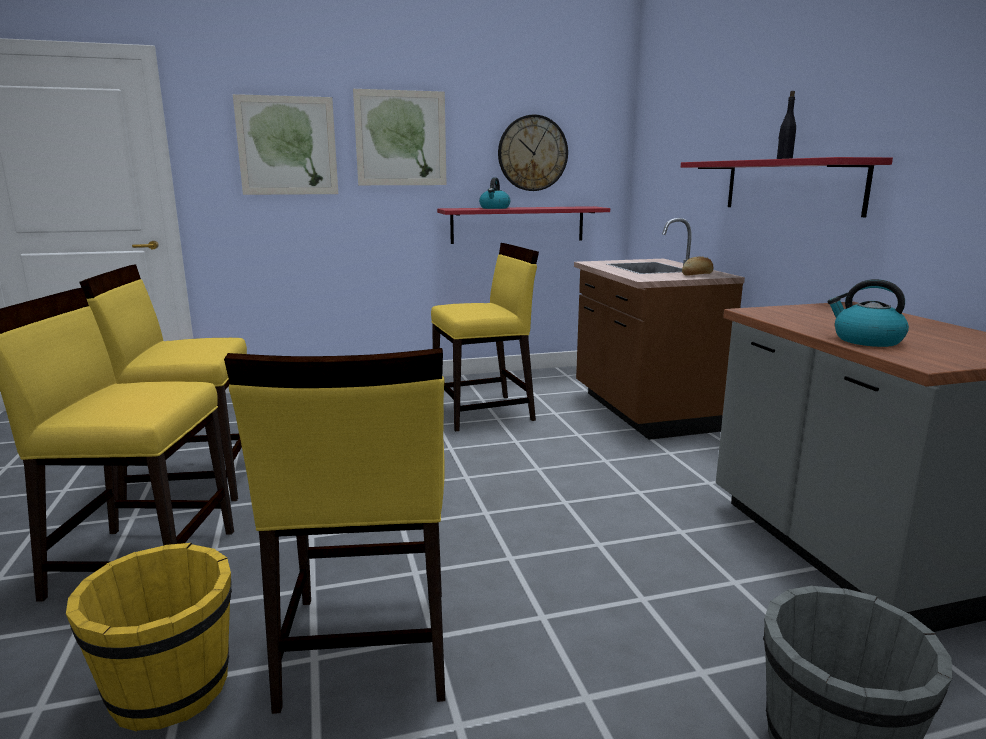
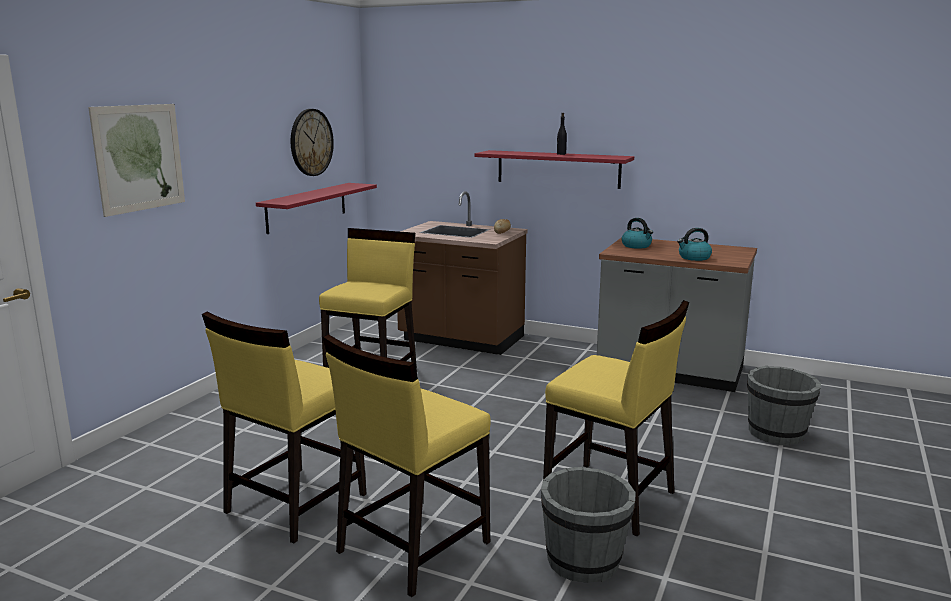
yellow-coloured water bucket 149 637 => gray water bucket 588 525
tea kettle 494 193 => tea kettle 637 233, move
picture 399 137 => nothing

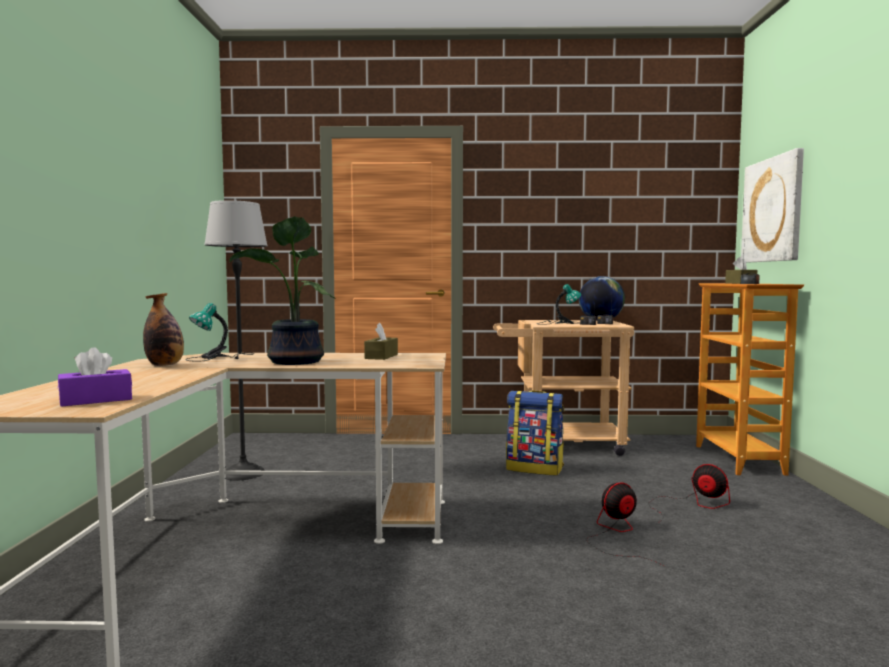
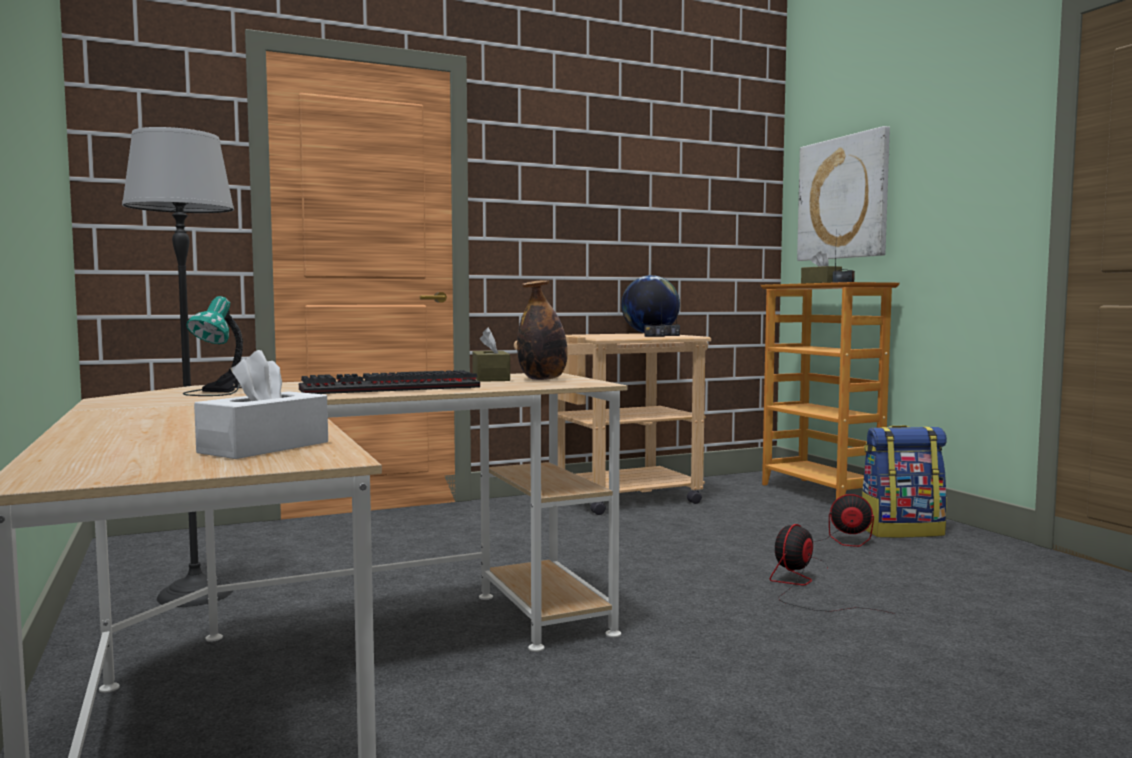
purple tissue holder 95 377 => whitish tissue holder 261 404
potted plant 282 290 => PC keyboard 389 382
bottle 163 329 => bottle 542 330, move
backpack 535 433 => backpack 904 481, move
tabletop lamp 559 304 => nothing

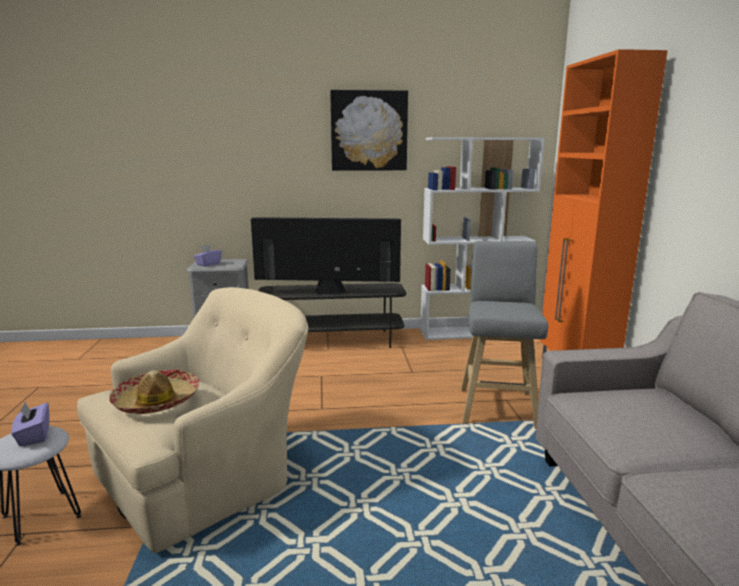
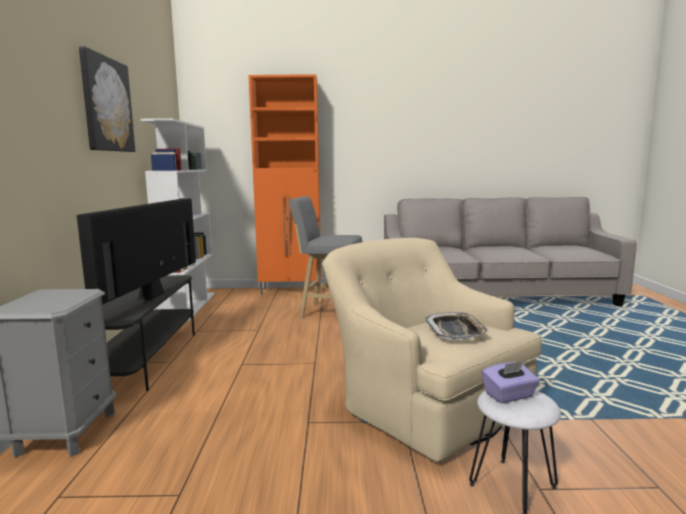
wearable hat 154 392 => serving tray 457 326
purple tissue holder 208 255 => nothing

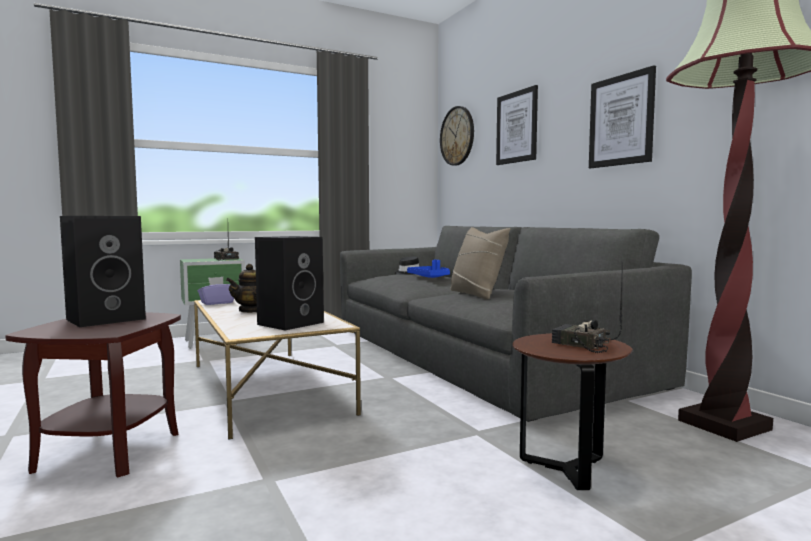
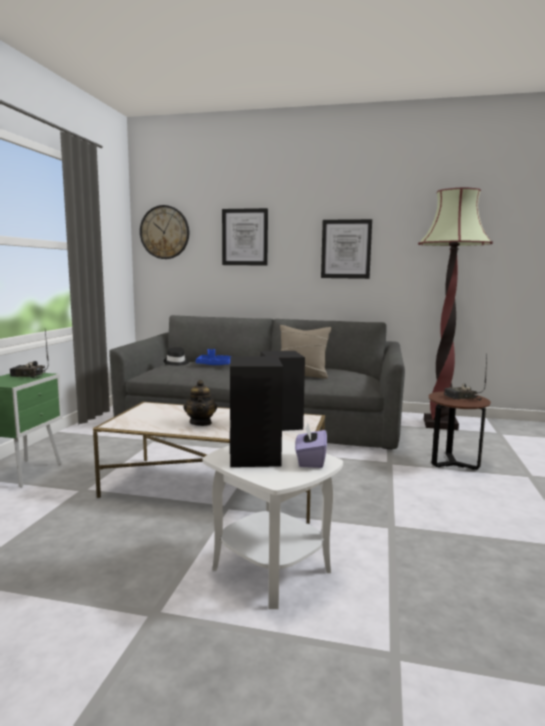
brownish side table 93 395 => whitish side table 272 524
purple tissue holder 216 291 => purple tissue holder 311 445, move

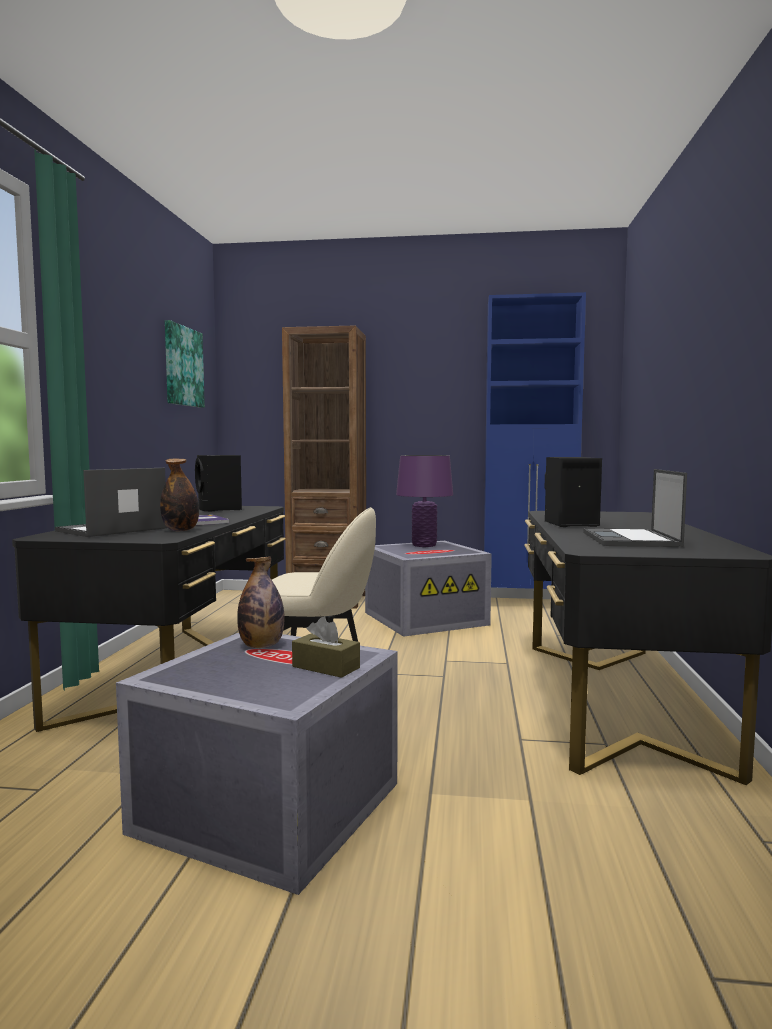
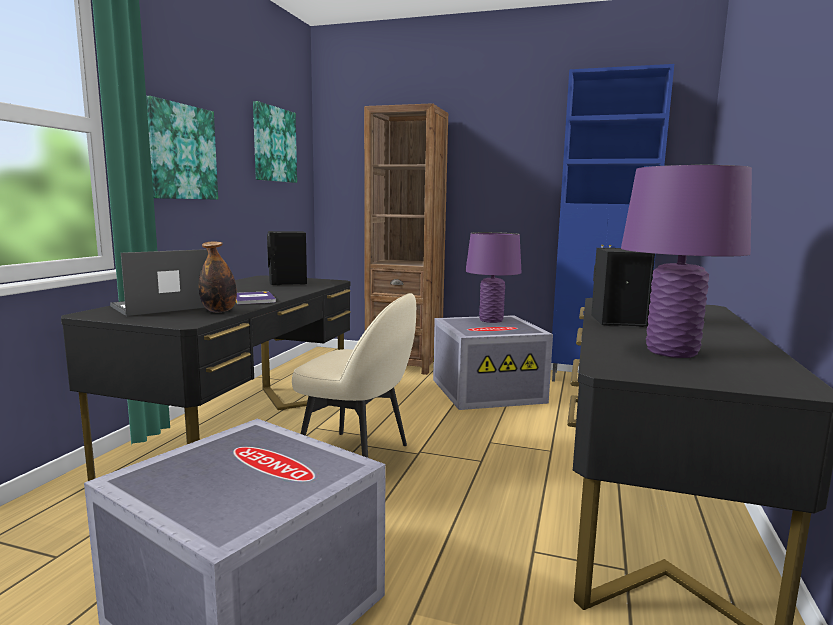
nothing => picture 182 148
portable computer 635 508 => purple tabletop lamp 686 261
bottle 261 602 => nothing
brownish tissue holder 326 647 => nothing

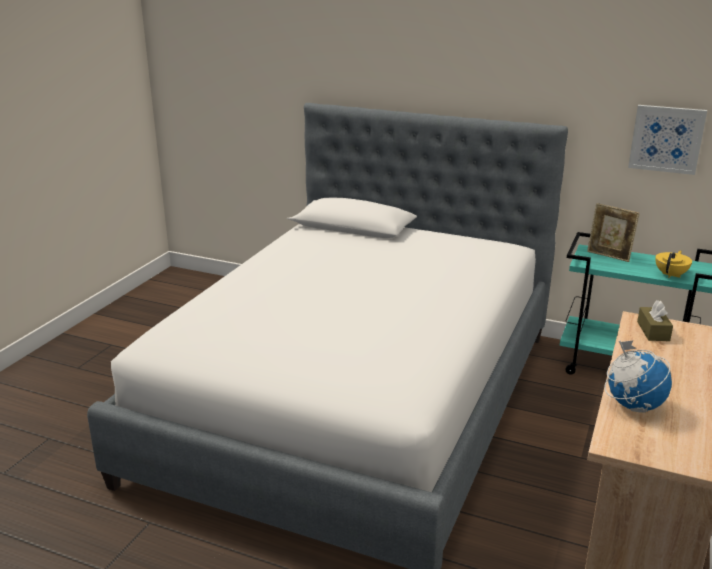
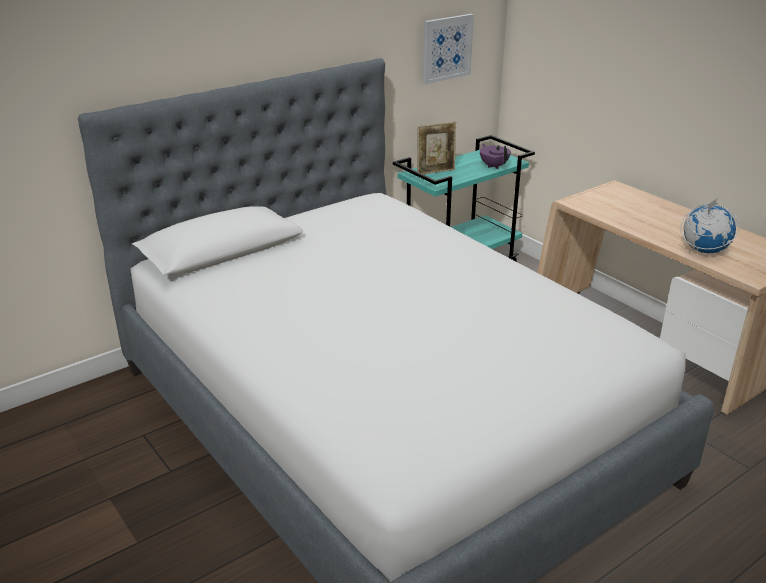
yellow-coloured tea pot 673 264 => purple tea pot 495 156
brownish tissue holder 655 320 => nothing

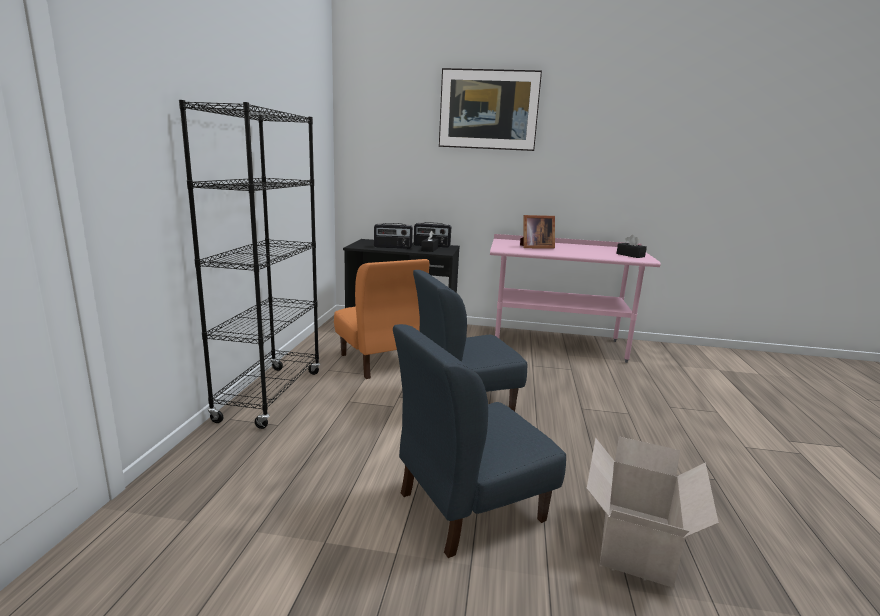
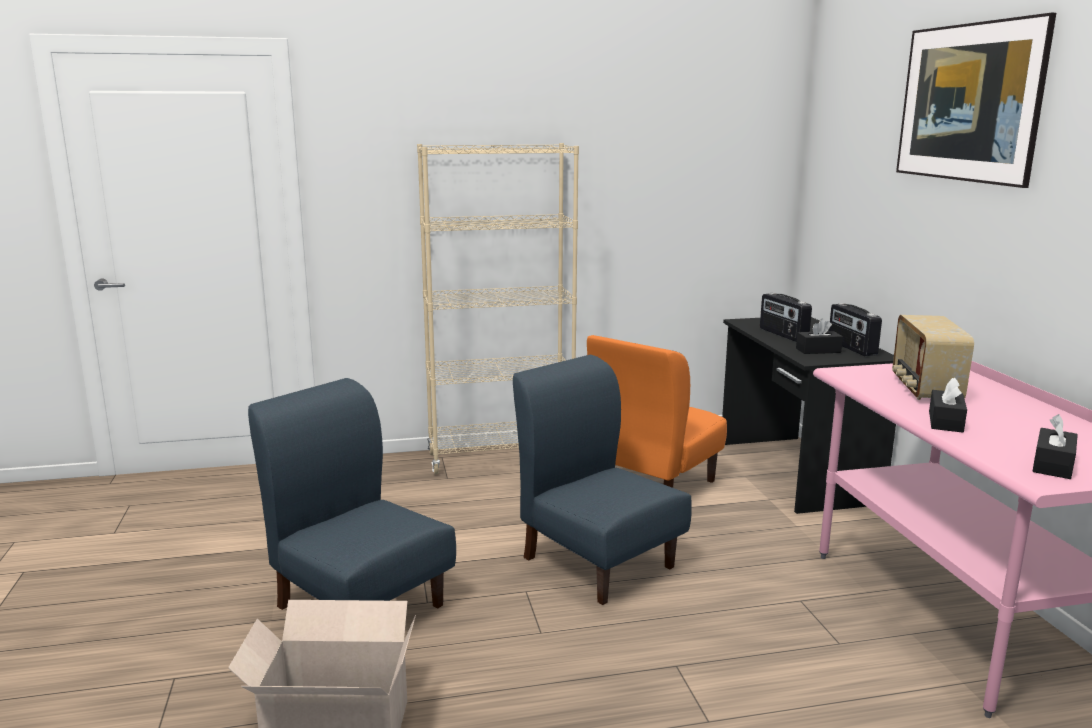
black-coloured bookcase 250 264 => sand-coloured bookcase 498 308
picture frame 537 232 => radio receiver 933 357
nothing => black-coloured tissue holder 948 405

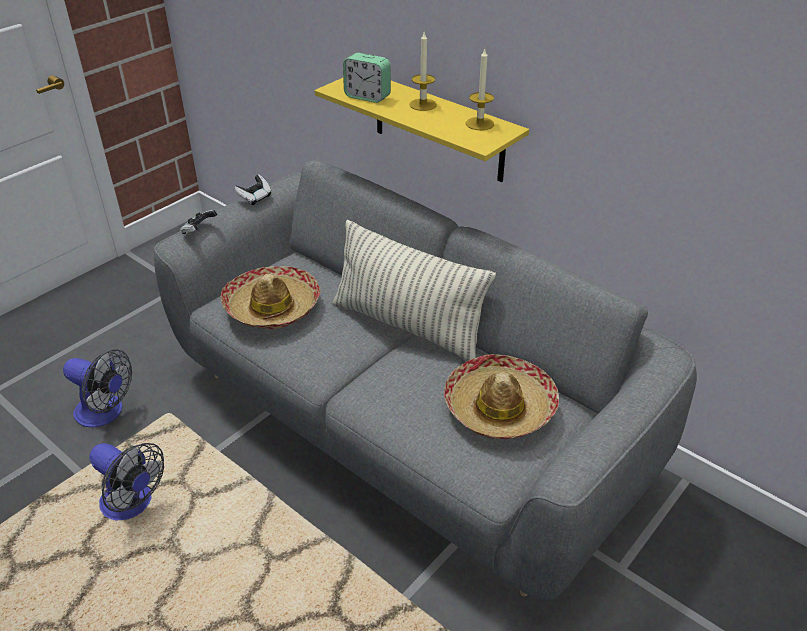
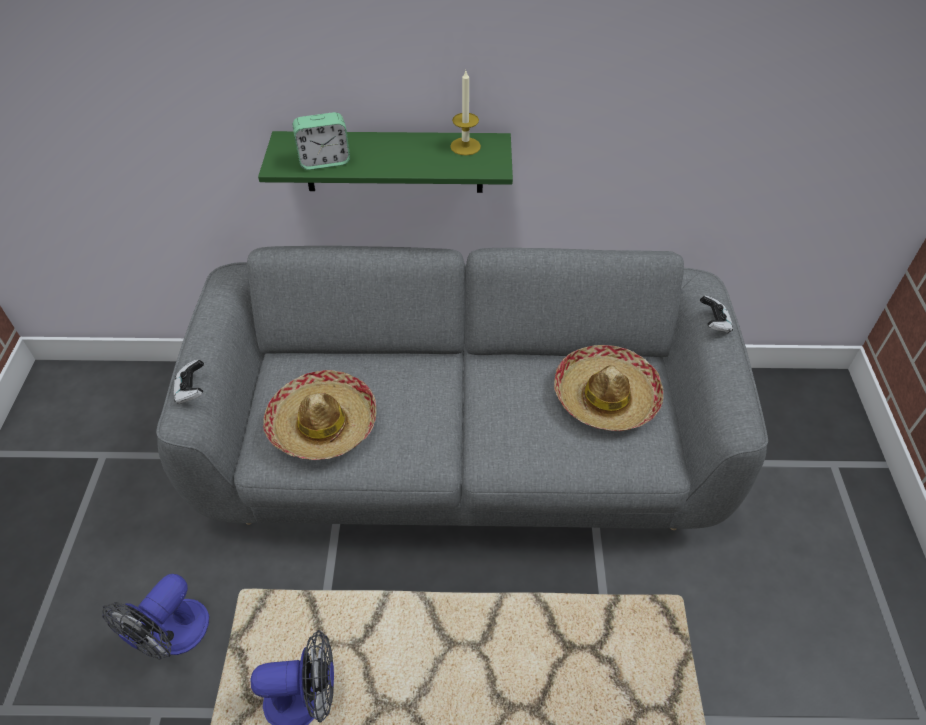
fan 97 388 => fan 155 616, 135 degrees clockwise
yellow-coloured shelf 422 130 => greenish shelf 385 162
game controller 252 189 => game controller 716 314, move
pillow 414 290 => nothing
wax light 423 71 => nothing

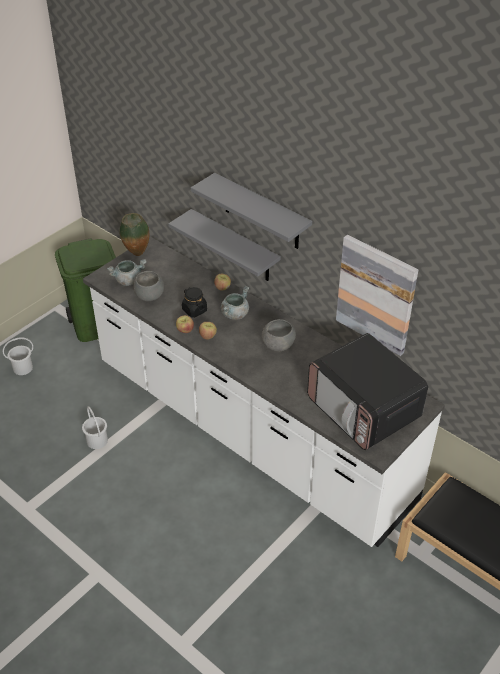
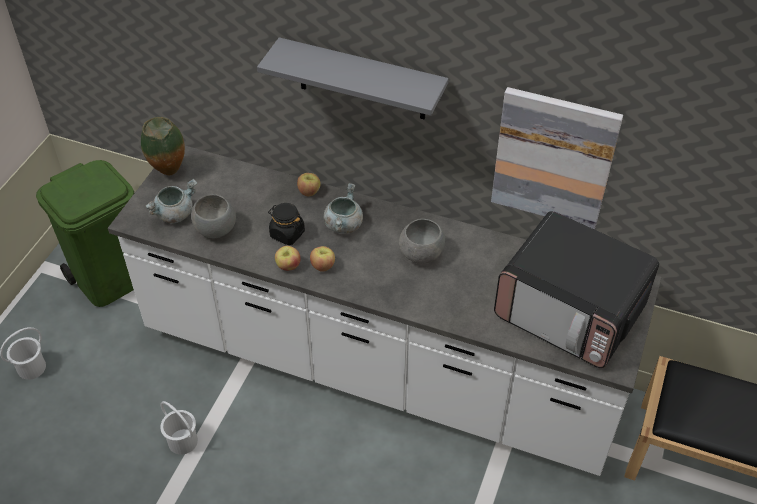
gray shelf 224 245 => nothing

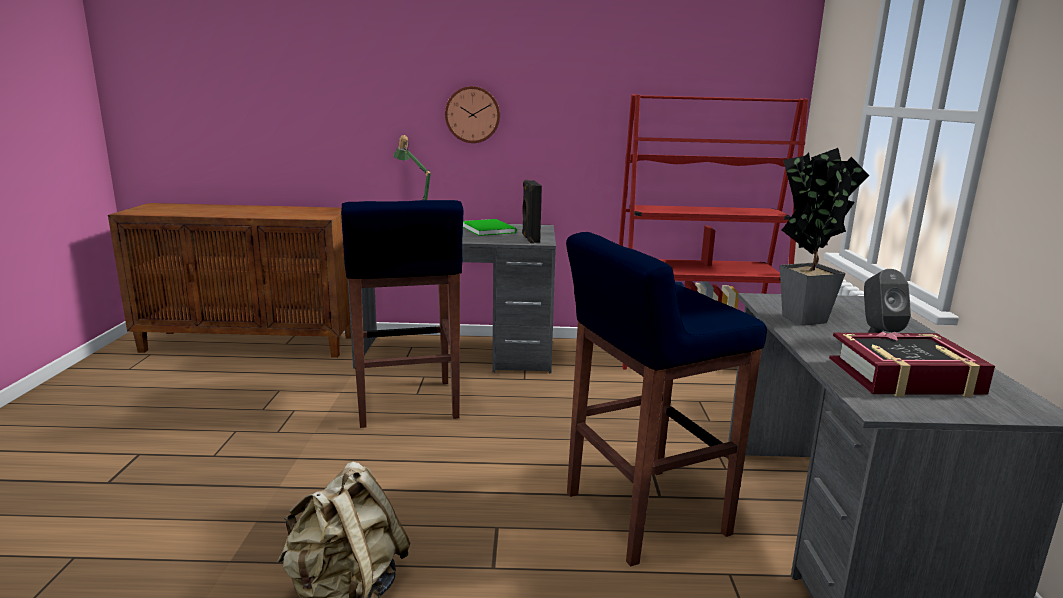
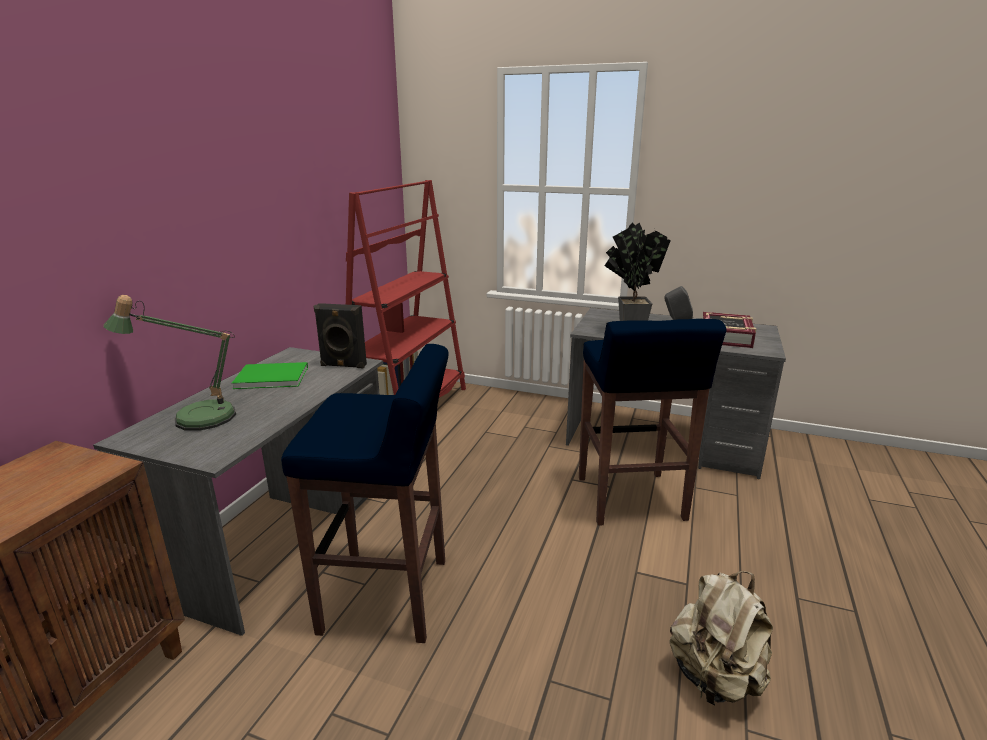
hanging clock 472 114 => nothing

